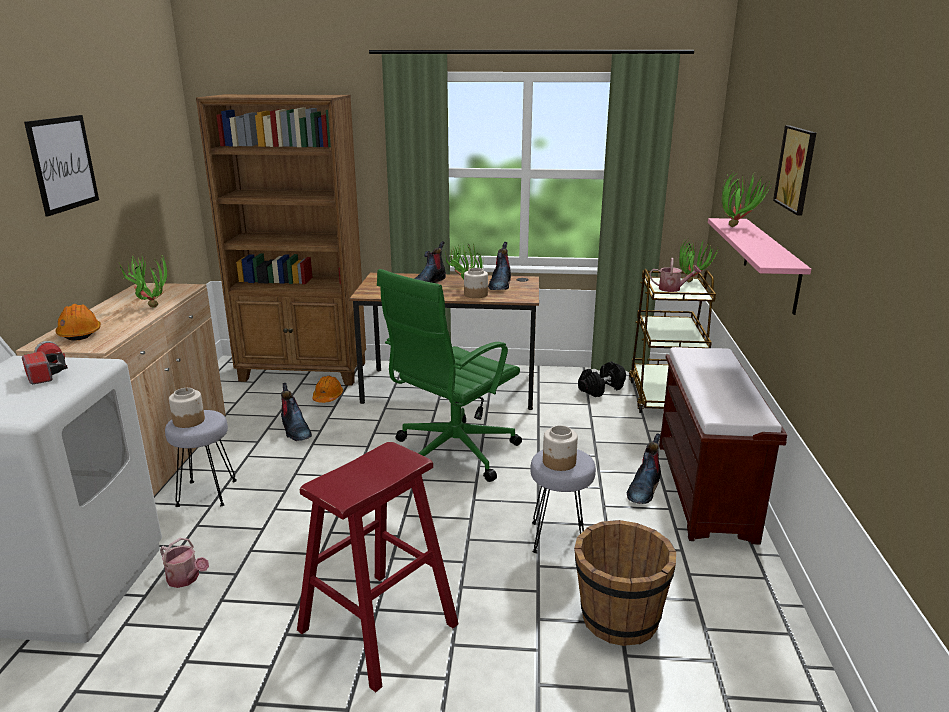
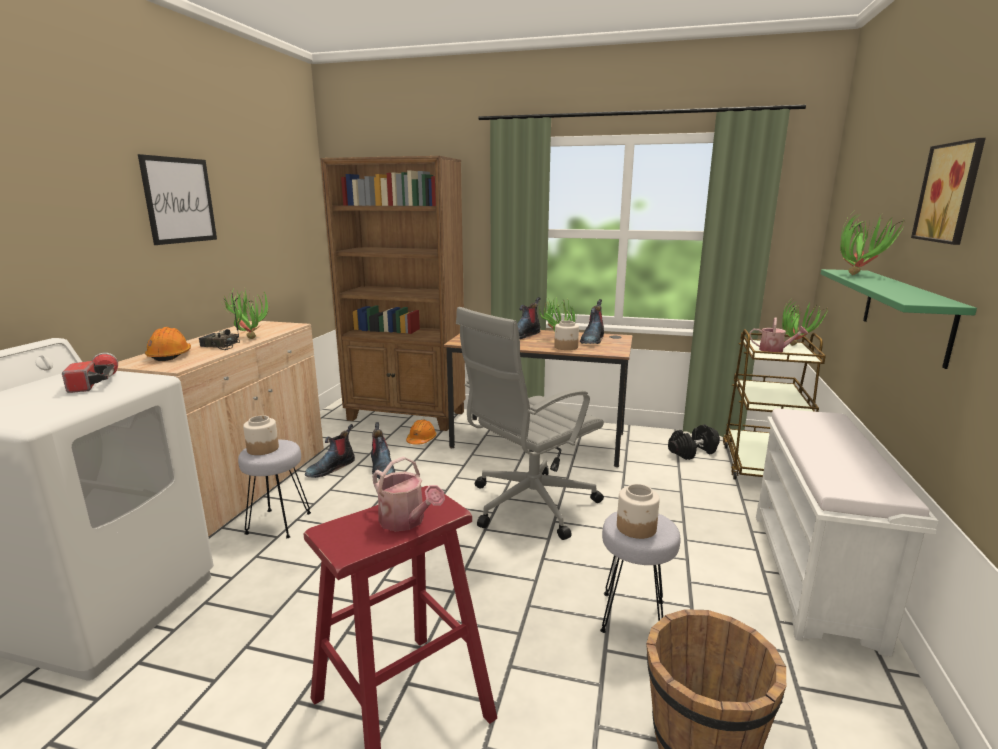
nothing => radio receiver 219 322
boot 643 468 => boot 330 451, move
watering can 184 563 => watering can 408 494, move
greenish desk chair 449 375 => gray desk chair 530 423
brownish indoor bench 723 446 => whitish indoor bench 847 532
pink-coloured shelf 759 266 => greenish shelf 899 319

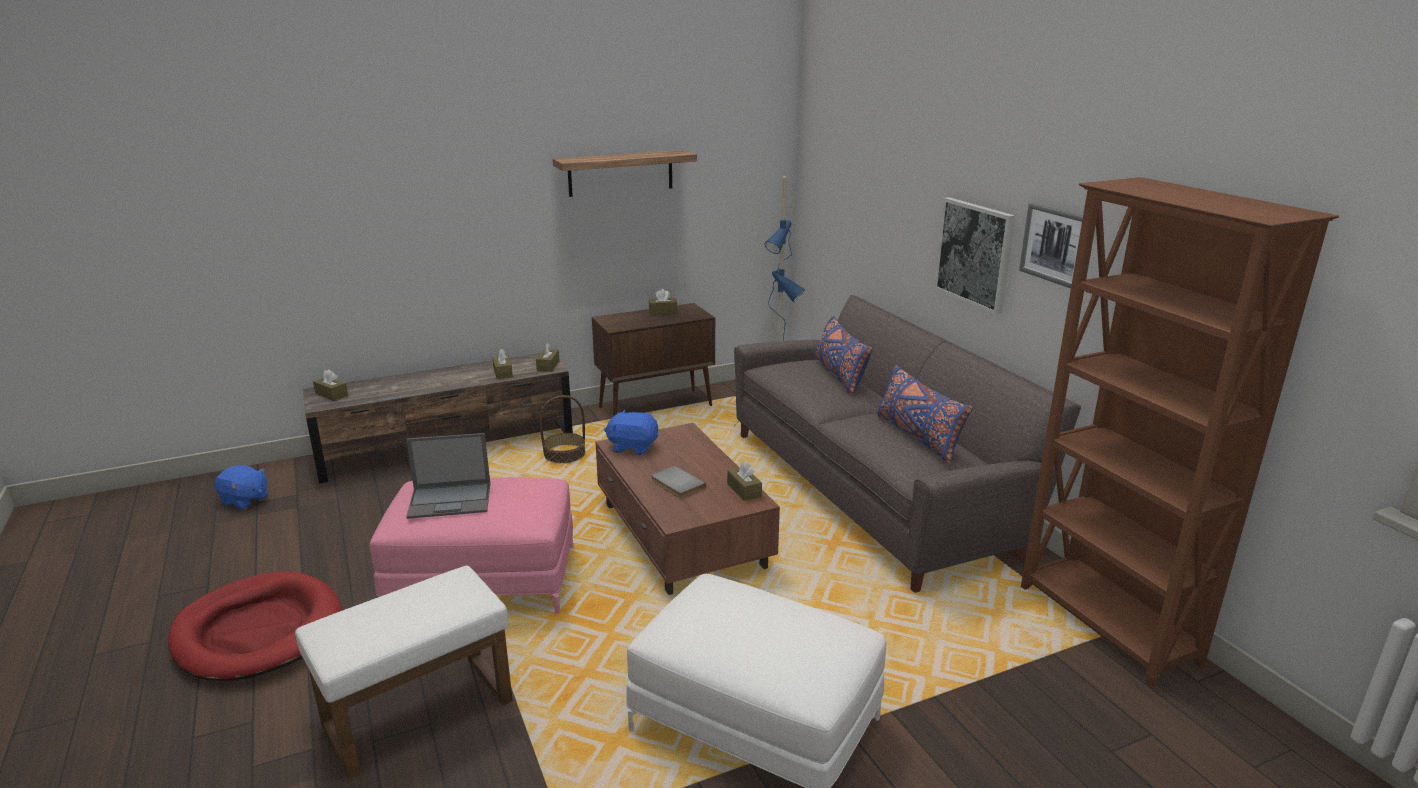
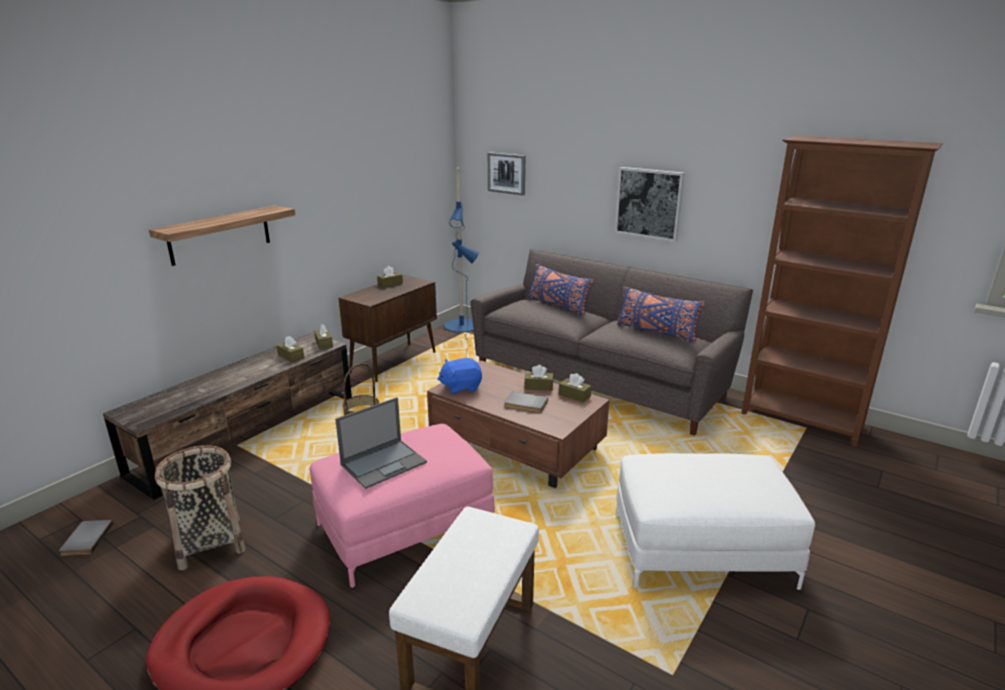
blue soft toy 241 487 => gray book 86 538
shelf 625 173 => shelf 222 236, move
nothing => household basket 200 507
picture 1051 245 => picture 506 173, move
brownish tissue holder 330 385 => brownish tissue holder 539 378, move

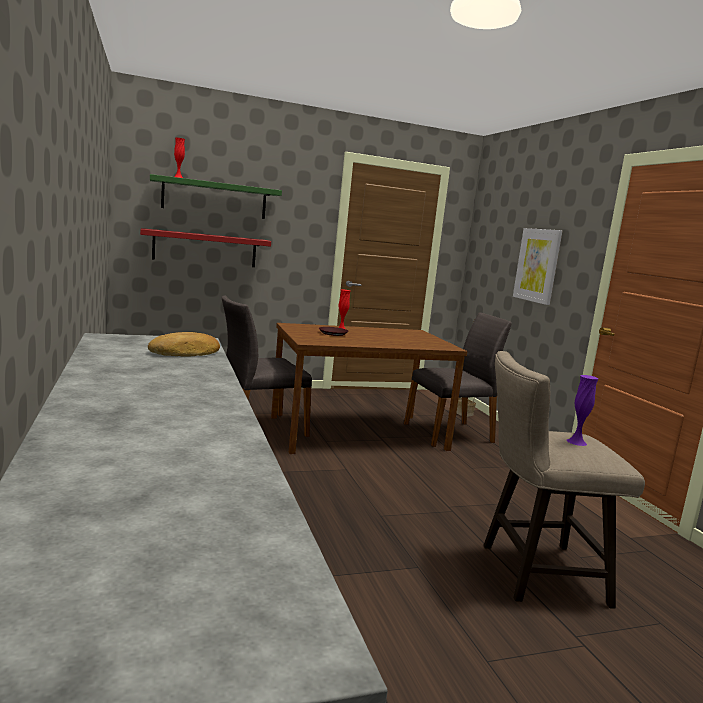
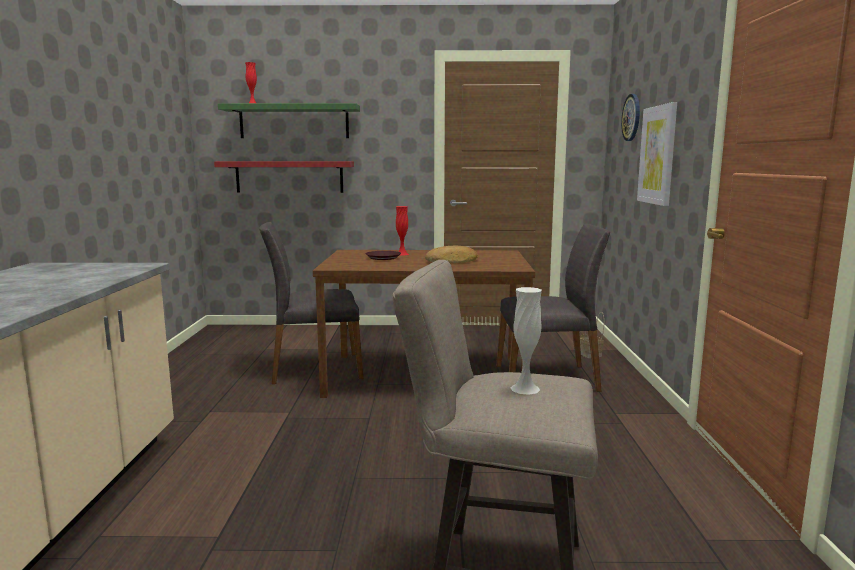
bakery bread 184 344 => bakery bread 451 254, move
purple flower vase 583 410 => whitish flower vase 526 341
nothing => hanging clock 630 117

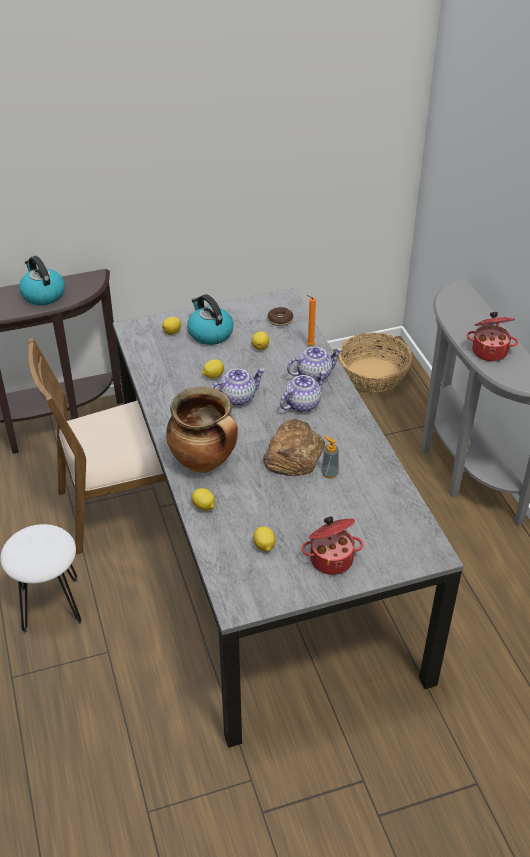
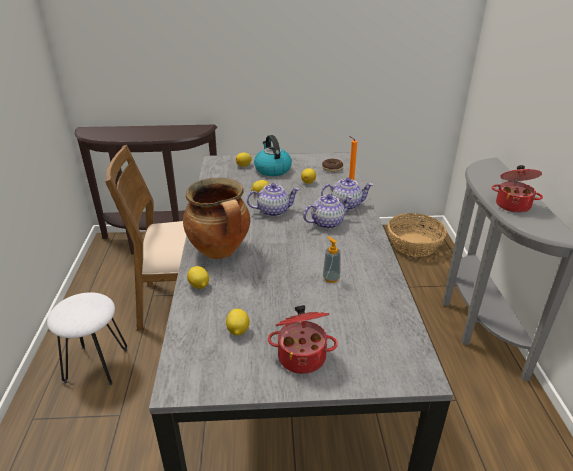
tea kettle 42 280 => nothing
bakery bread 294 447 => nothing

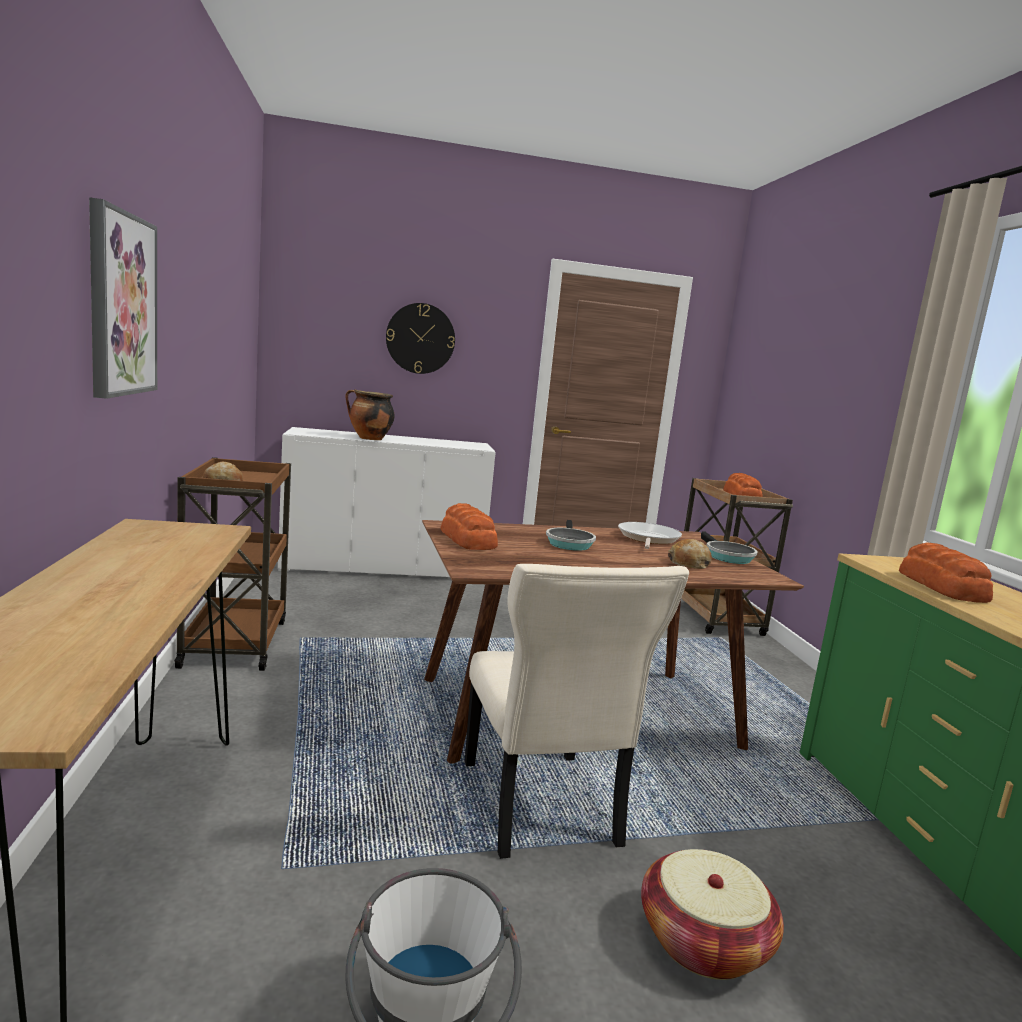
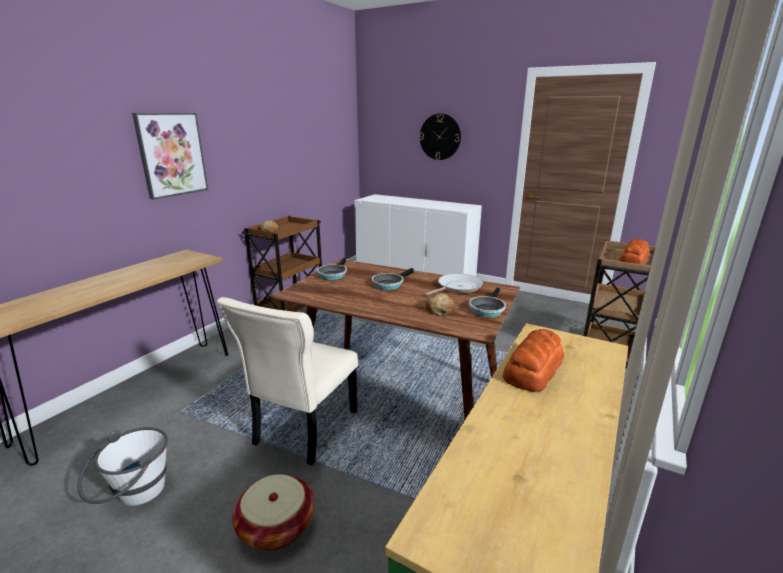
bakery bread 469 526 => pan 332 269
stockpot 370 414 => nothing

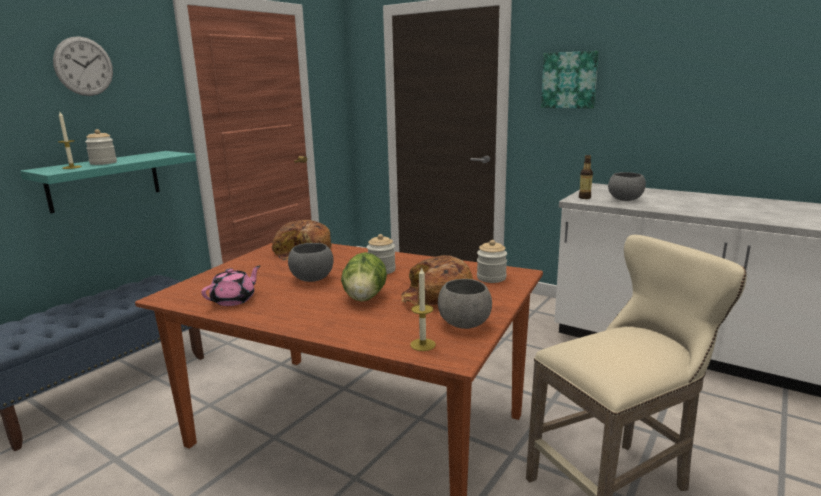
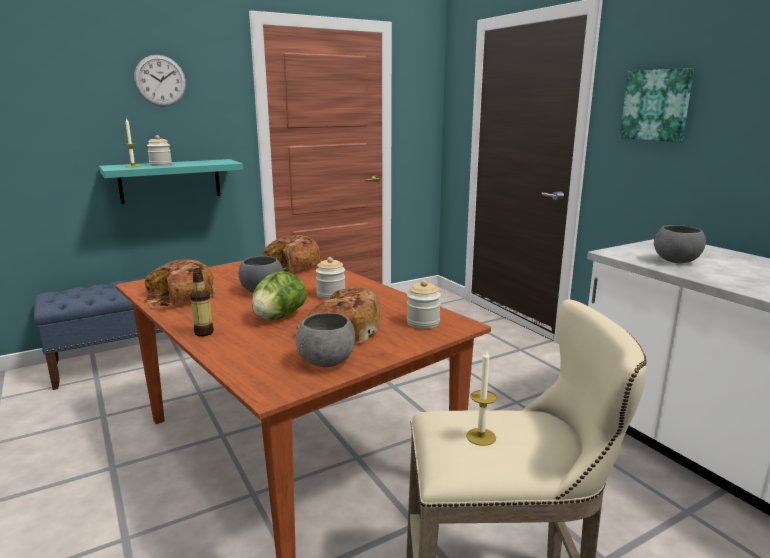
pink-coloured tea pot 230 286 => bakery bread 179 283
bottle 586 177 => bottle 202 302, move
wax light 423 309 => wax light 481 397, move

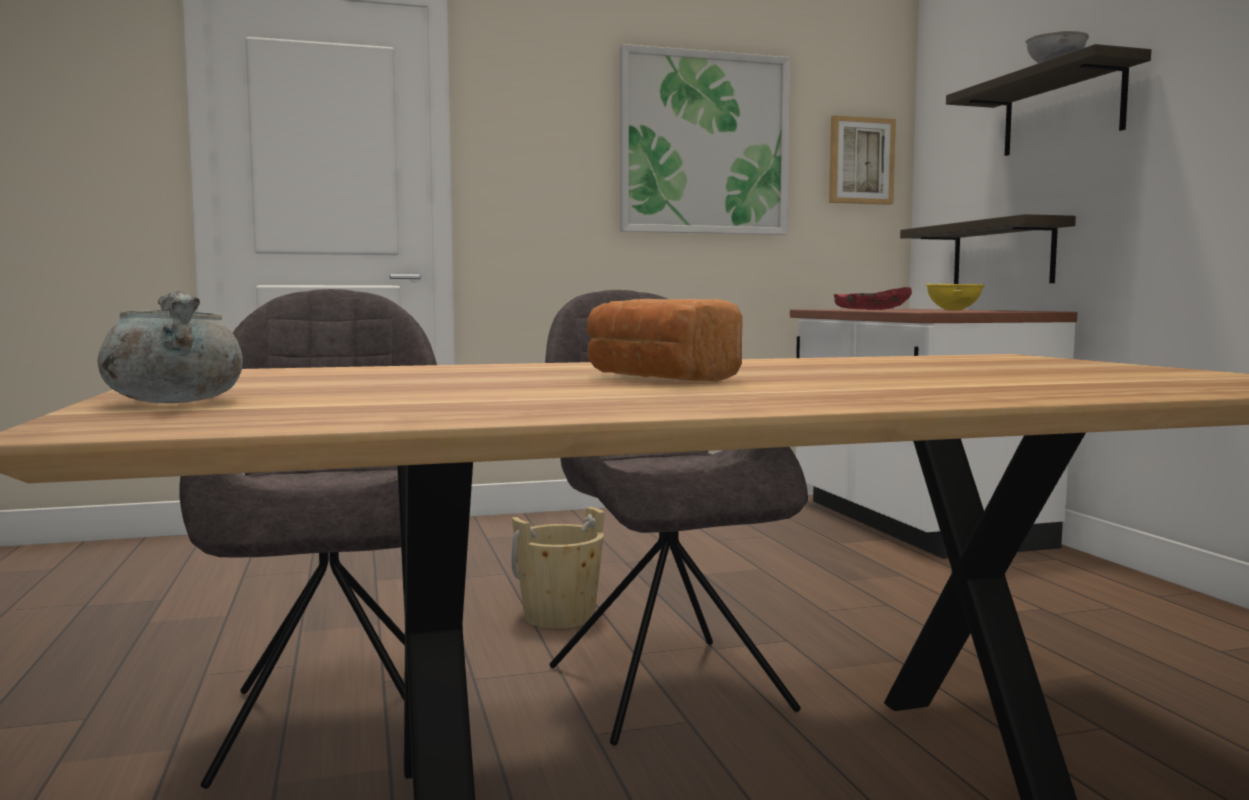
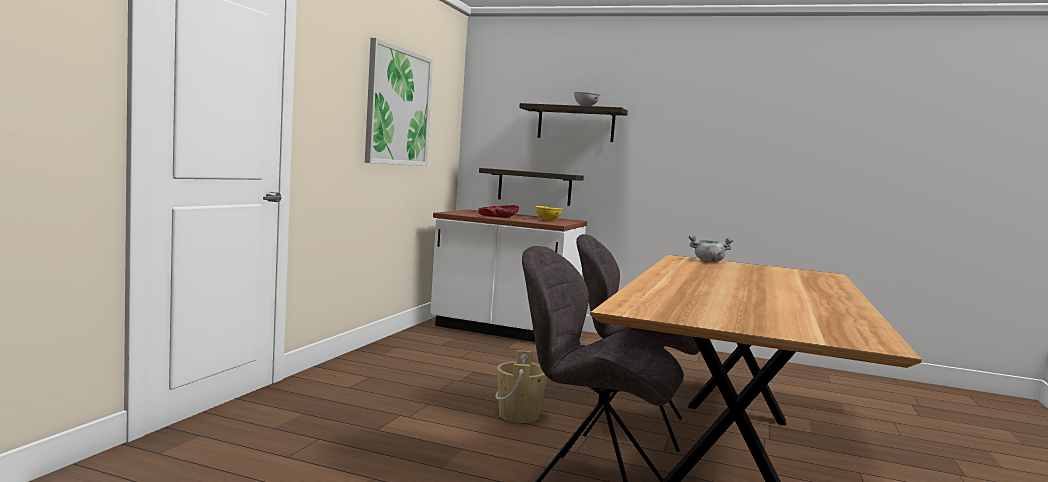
gray stockpot 170 347 => gray stockpot 711 248, move
bakery bread 665 340 => nothing
picture 862 160 => nothing

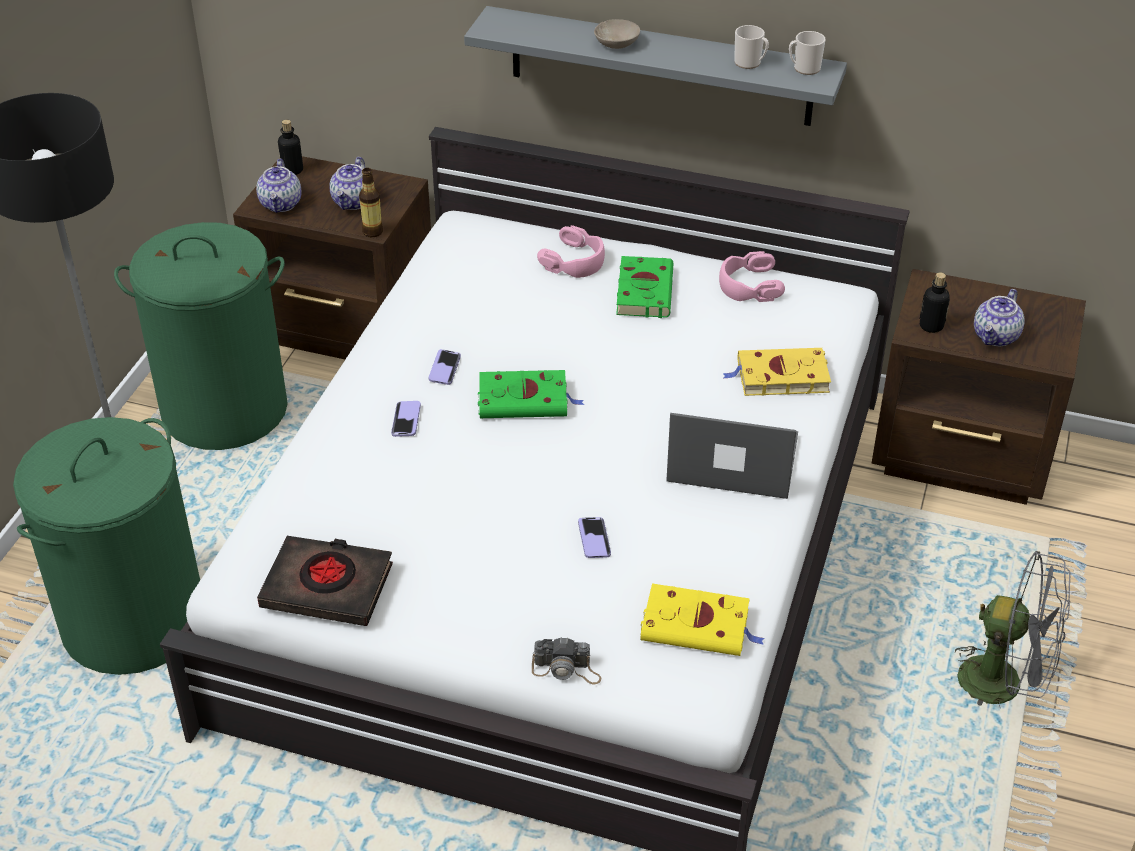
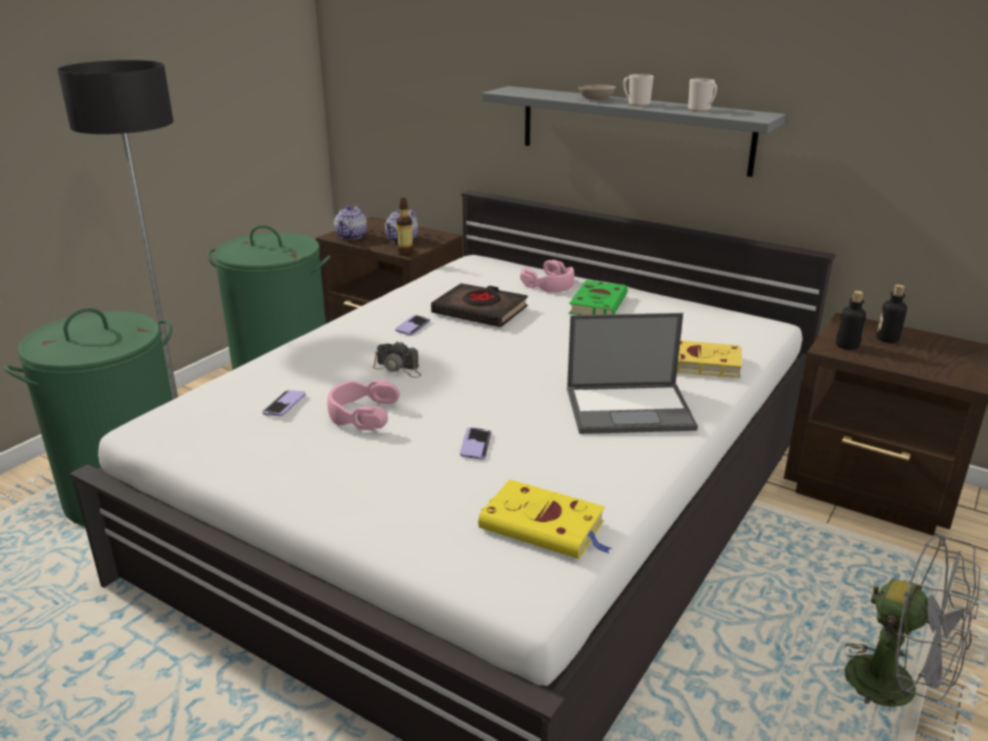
telephone 406 419 => telephone 284 403, move
pink-coloured headset 752 276 => pink-coloured headset 363 405, move
photo camera 566 660 => photo camera 397 359, move
black-coloured book 325 581 => black-coloured book 479 305, move
portable computer 732 456 => portable computer 632 373, 150 degrees clockwise
tea mug 807 53 => tea mug 638 90, move
bottle 290 147 => bottle 891 313, move
greenish book 531 394 => nothing
tea pot 999 317 => nothing

